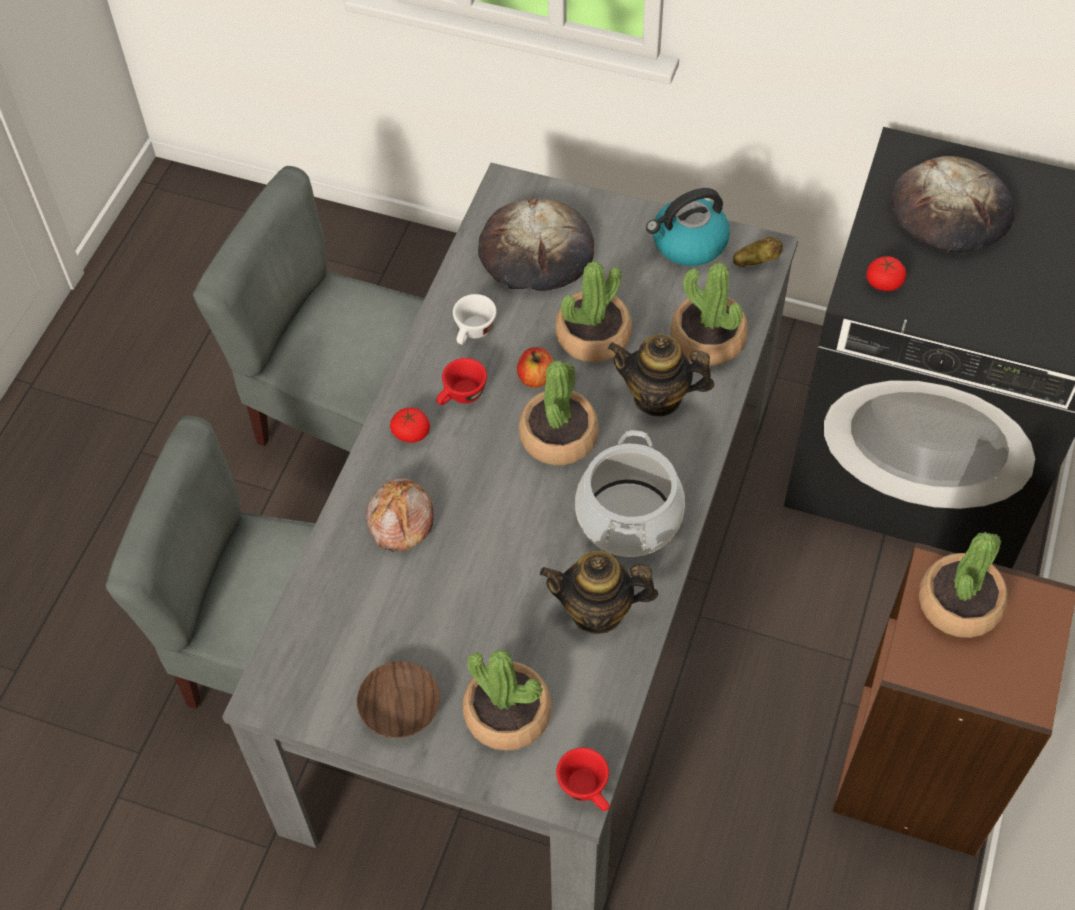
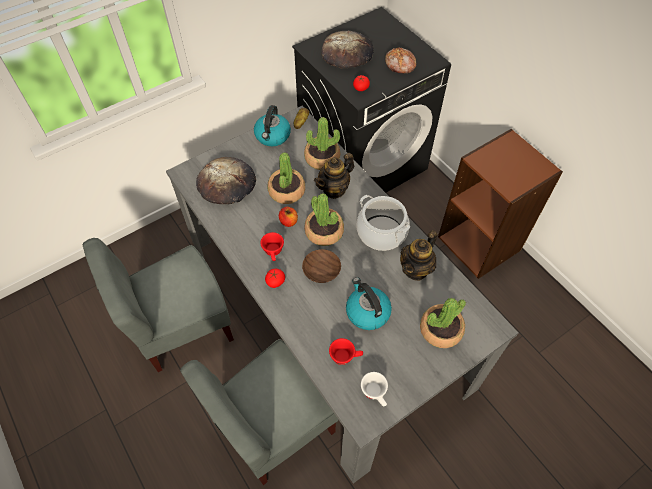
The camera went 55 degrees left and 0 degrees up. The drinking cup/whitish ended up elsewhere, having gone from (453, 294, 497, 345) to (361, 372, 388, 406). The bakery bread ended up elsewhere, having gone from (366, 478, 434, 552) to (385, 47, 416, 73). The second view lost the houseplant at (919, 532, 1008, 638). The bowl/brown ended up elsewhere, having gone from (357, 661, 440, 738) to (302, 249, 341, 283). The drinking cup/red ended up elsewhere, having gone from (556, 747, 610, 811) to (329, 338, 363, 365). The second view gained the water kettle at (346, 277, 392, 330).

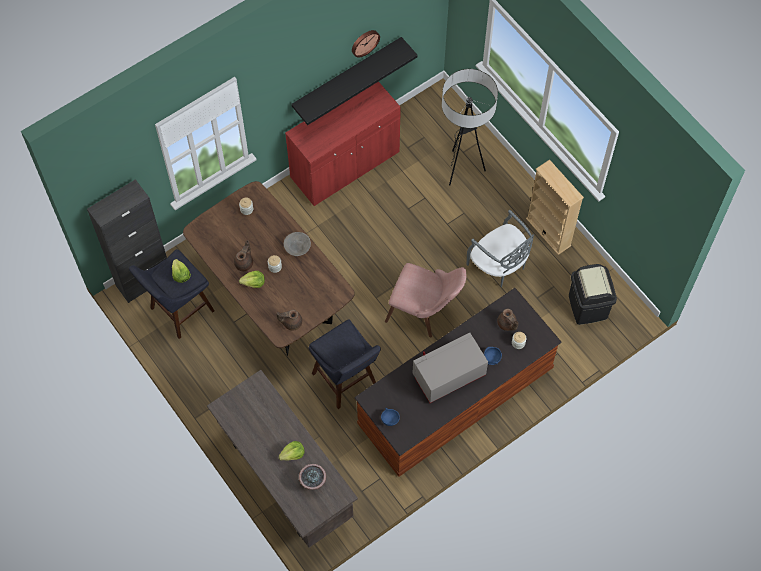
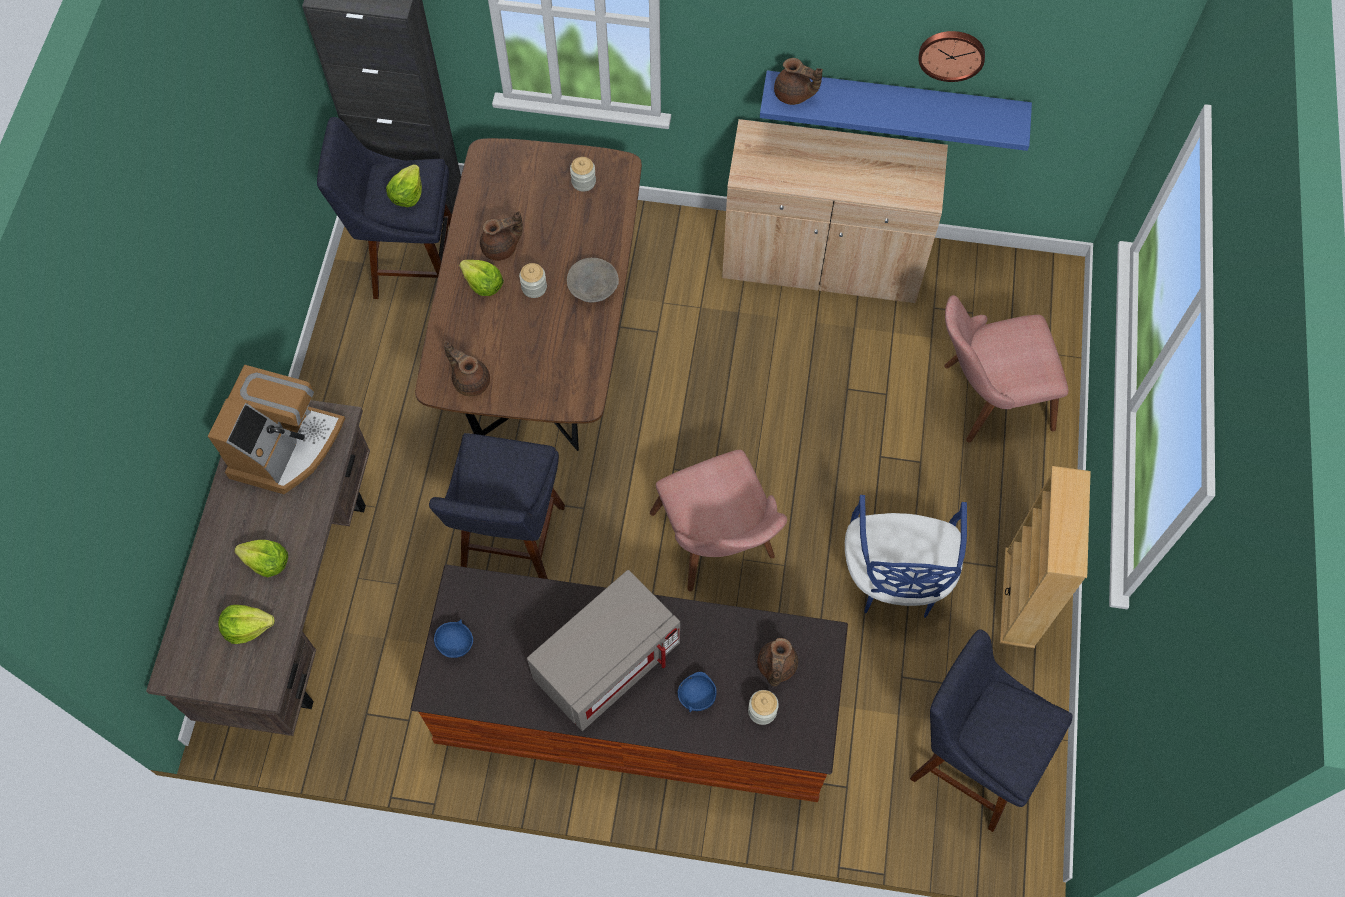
The camera went 45 degrees right and 0 degrees up. What was the bracket shelf/black at (291, 37, 418, 125) turned into the bracket shelf/blue at (760, 70, 1032, 151). Where the floor lamp stood at (442, 69, 498, 185), the upright chair/pinkish came to stand at (944, 295, 1068, 442). What was the storage cabinet/red at (285, 81, 401, 206) turned into the storage cabinet/beige-coloured at (722, 119, 948, 303). What was the upright chair/greyish at (467, 210, 534, 287) turned into the upright chair/blue at (845, 495, 967, 618). Where the waste bin/black stood at (569, 264, 617, 325), the stool/blue came to stand at (910, 629, 1073, 832). The microwave oven/greyish at (413, 332, 488, 403) ended up facing another way, 120 degrees clockwise from before. Where the houseplant stood at (299, 464, 326, 490), the lettuce head came to stand at (218, 605, 274, 644). The second view gained the tea pot/brown at (774, 58, 823, 105). The second view gained the coffee machine at (208, 365, 345, 494).

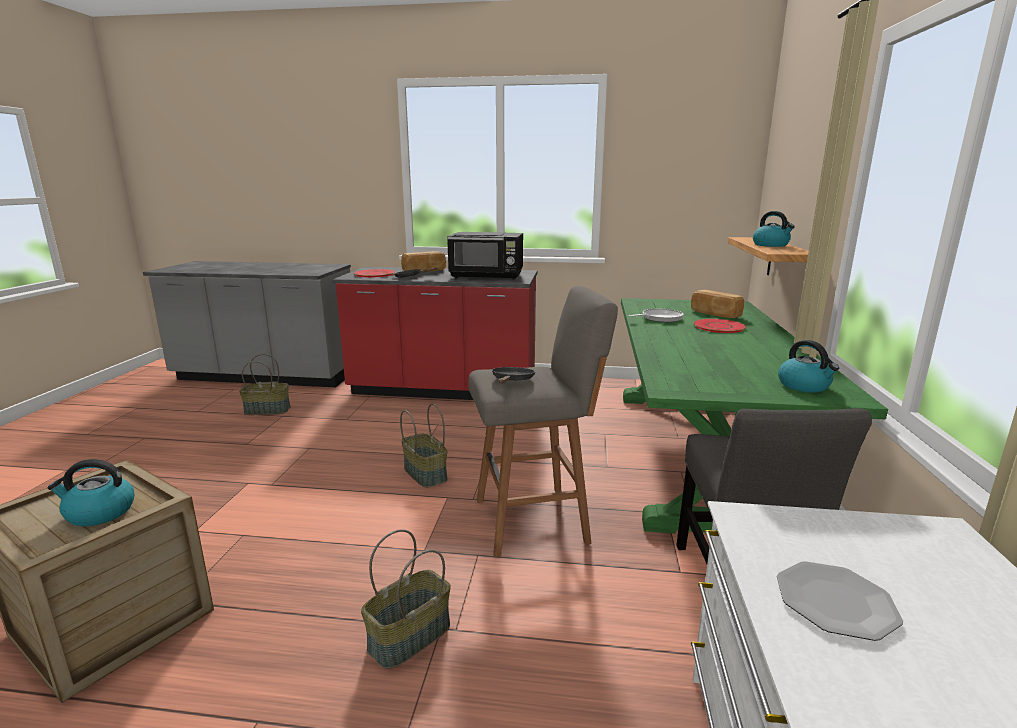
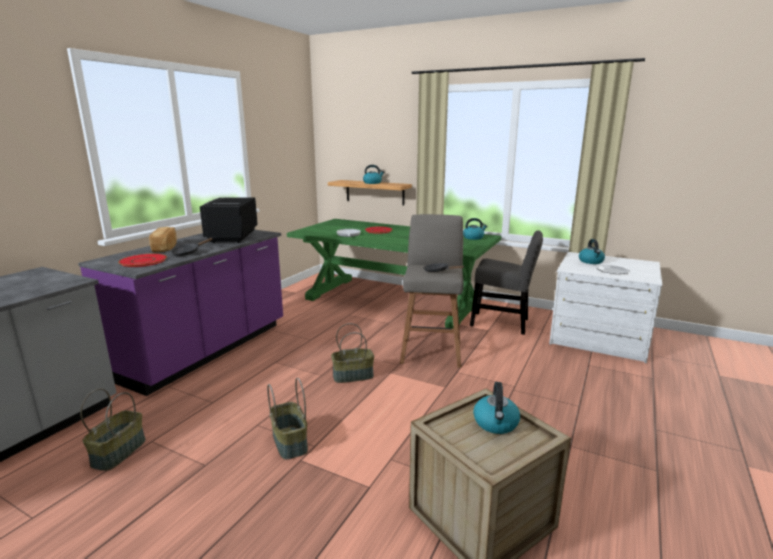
The camera went 70 degrees left and 0 degrees up. The microwave oven/black at (447, 232, 523, 279) ended up facing another way, 150 degrees clockwise from before. What was the kitchen counter/red at (332, 267, 537, 400) turned into the kitchen counter/purple at (78, 230, 283, 396). The second view lost the bakery bread at (691, 289, 744, 318). The basket ended up elsewhere, having gone from (361, 529, 451, 669) to (267, 378, 308, 460). The second view gained the water kettle at (579, 239, 605, 264).

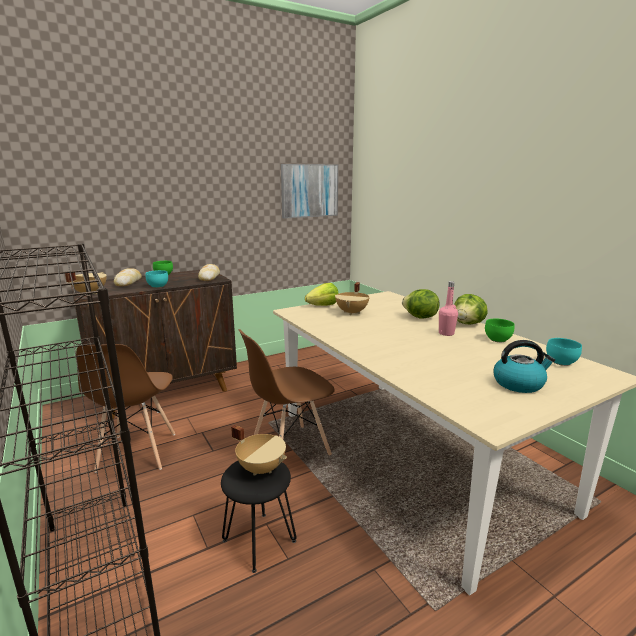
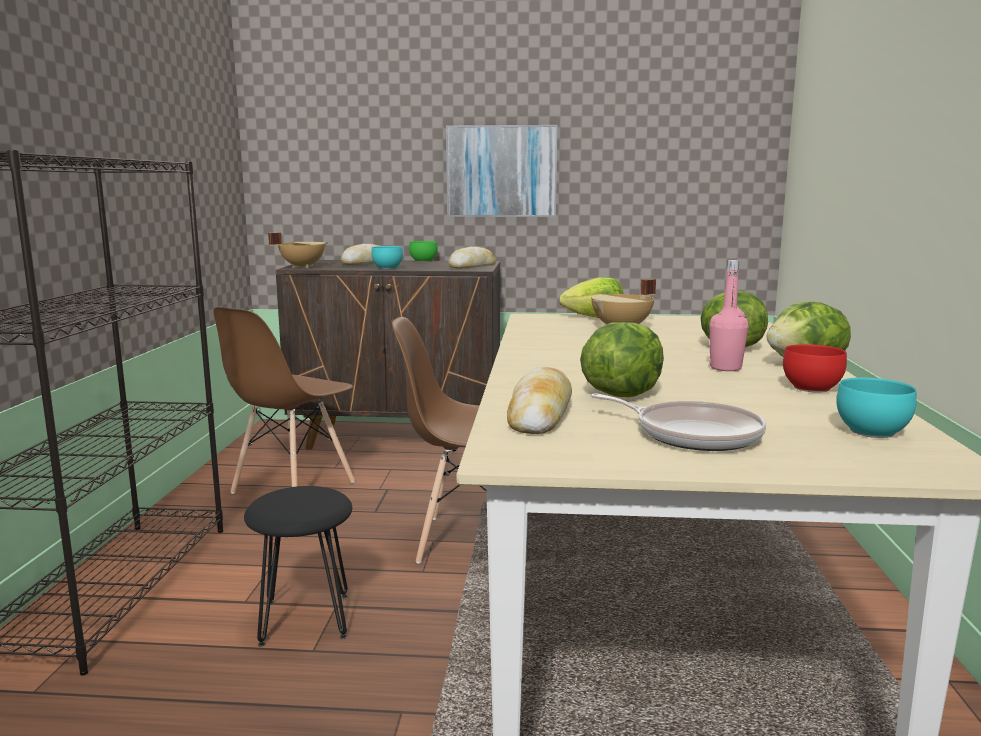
The camera went 35 degrees right and 5 degrees down. The picture ended up elsewhere, having gone from (281, 164, 338, 219) to (446, 125, 558, 217). What was the bowl/green-coloured at (485, 319, 514, 342) turned into the bowl/red at (783, 344, 847, 393). Where the water kettle stood at (493, 340, 555, 393), the frying pan came to stand at (591, 393, 766, 451). The second view lost the stockpot/beige-coloured at (231, 425, 287, 476). The second view gained the lettuce head at (580, 322, 664, 397). The second view gained the bakery bread at (507, 367, 572, 434).

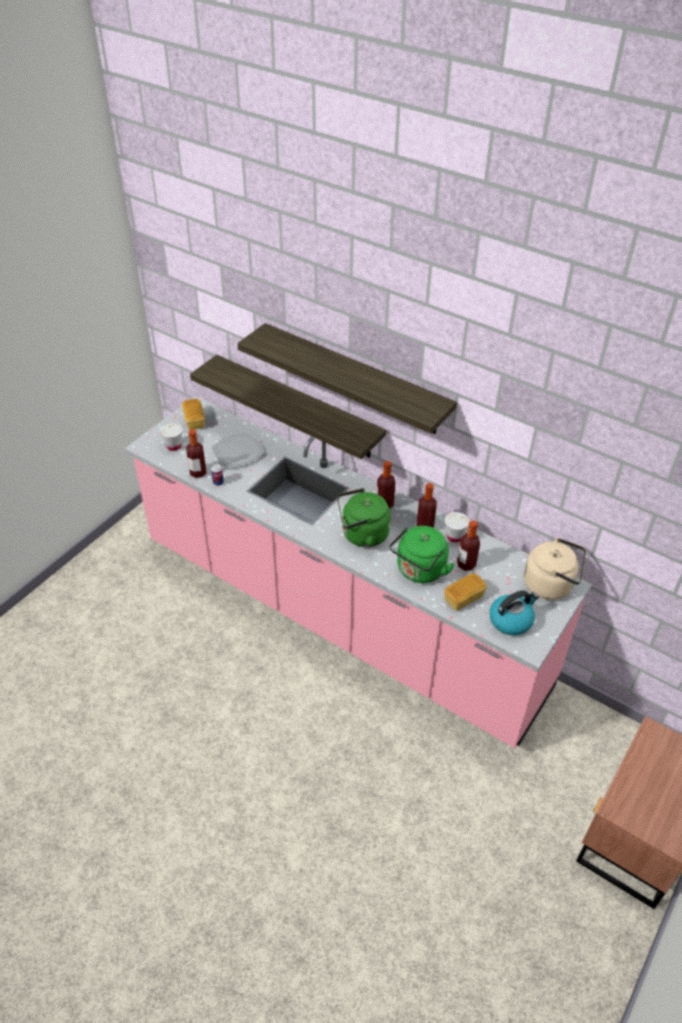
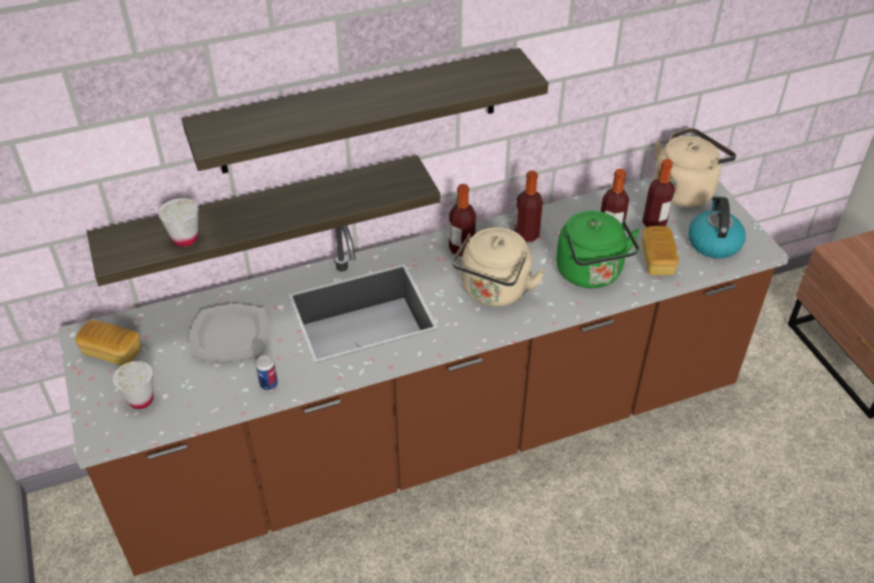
The camera went 55 degrees left and 0 degrees up. What was the kitchen counter/pinkish at (125, 396, 592, 748) turned into the kitchen counter/brown at (58, 177, 789, 576). The bottle ended up elsewhere, having gone from (186, 429, 206, 478) to (642, 159, 675, 227). What was the water kettle/green-coloured at (337, 488, 391, 547) turned into the water kettle/beige-coloured at (452, 227, 545, 307). The drinking cup/whitish ended up elsewhere, having gone from (445, 512, 469, 542) to (158, 198, 198, 247).

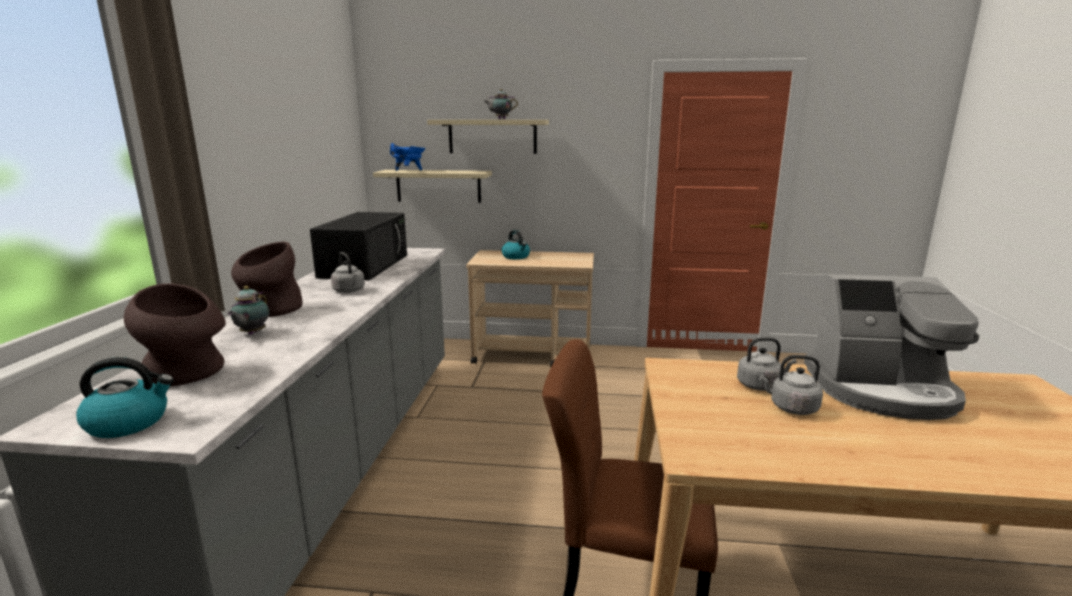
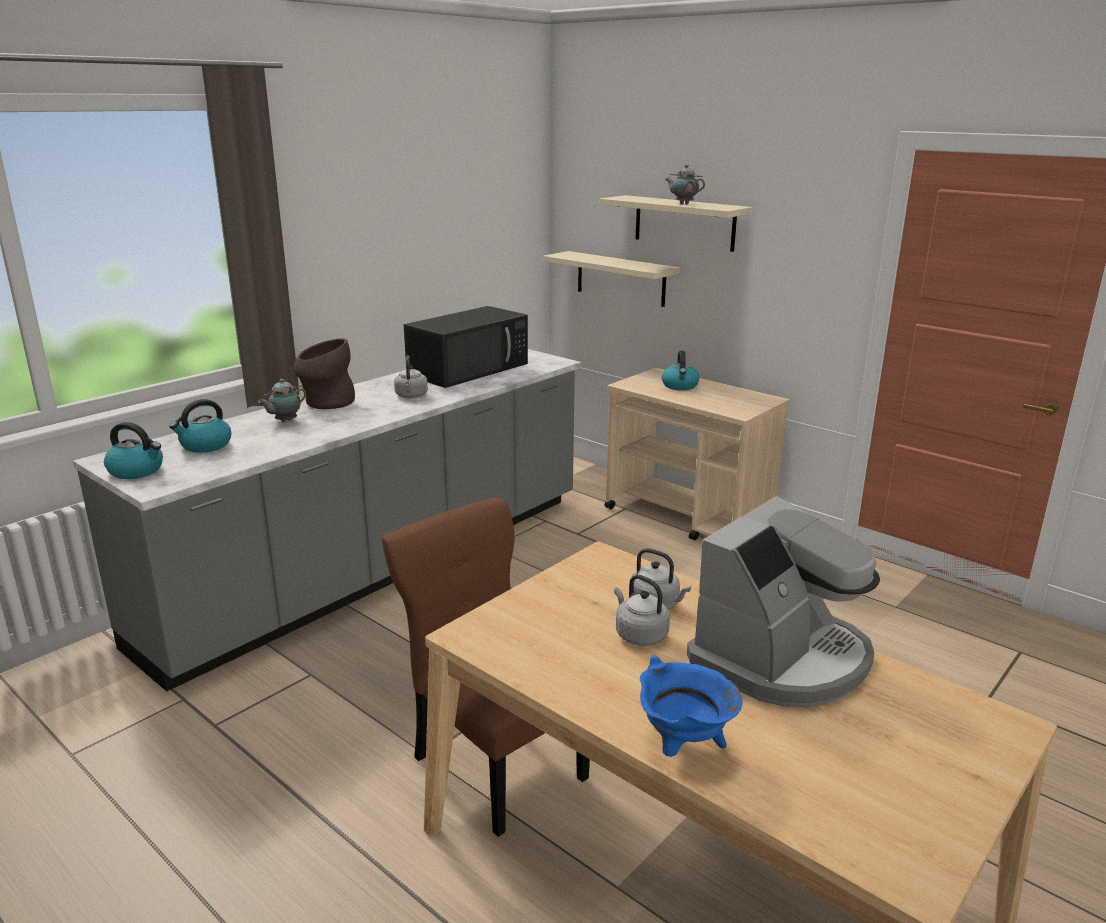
The camera went 35 degrees right and 5 degrees up. The stockpot/blue ended up elsewhere, having gone from (390, 143, 426, 171) to (640, 655, 742, 757). The coffee machine at (804, 274, 979, 420) ended up facing another way, 90 degrees counterclockwise from before. Where the flower vase/brown stood at (124, 283, 226, 386), the water kettle came to stand at (170, 399, 231, 453).

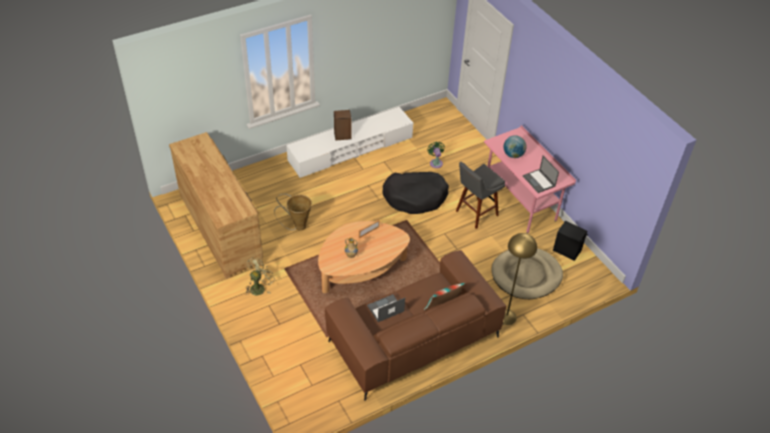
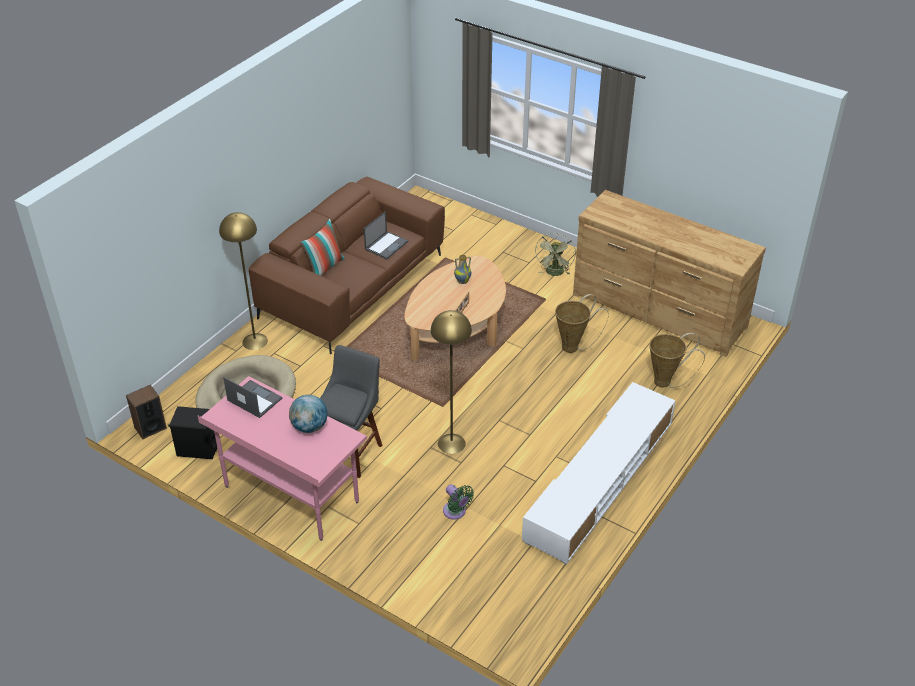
The camera went 155 degrees right and 5 degrees down. The speaker ended up elsewhere, having gone from (334, 110, 351, 140) to (126, 385, 167, 439). Where the pet bed/black stood at (382, 172, 449, 214), the floor lamp/yellow-coloured came to stand at (431, 310, 472, 454). The second view gained the basket at (650, 333, 705, 388).

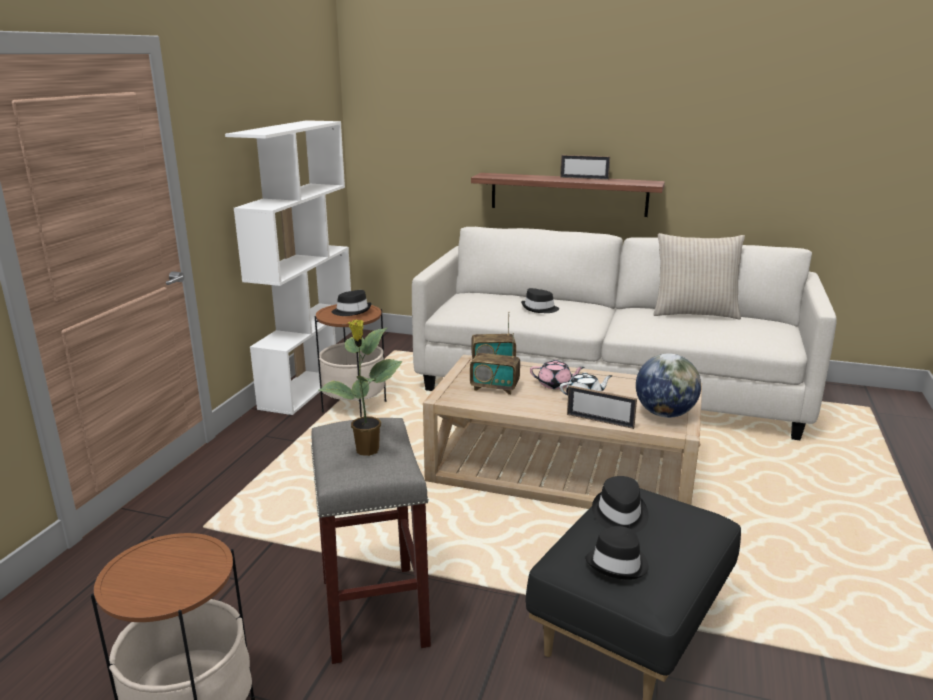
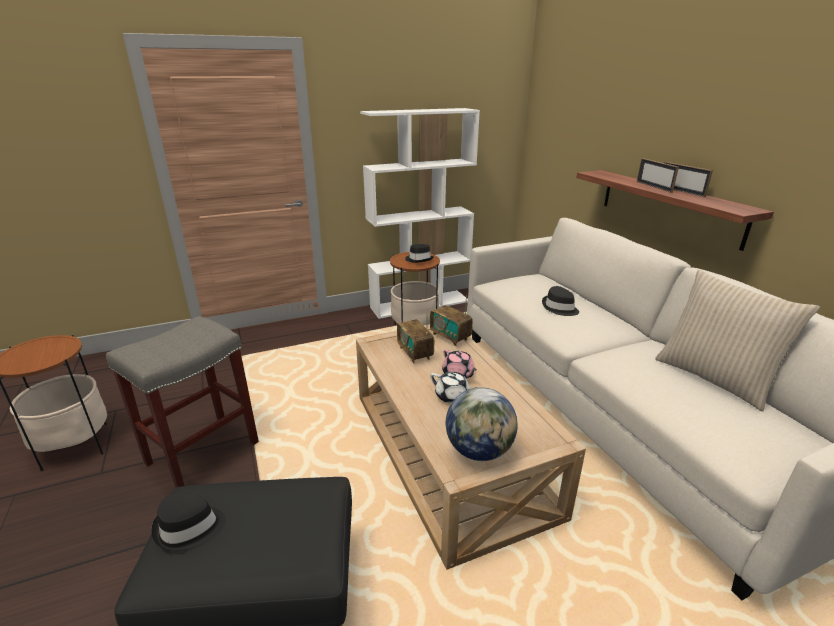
The camera went 50 degrees right and 5 degrees up. The second view lost the houseplant at (318, 320, 403, 456). The standing frame ended up elsewhere, having gone from (567, 385, 637, 429) to (637, 158, 679, 193). The second view lost the wearable hat/black at (592, 476, 648, 533).

